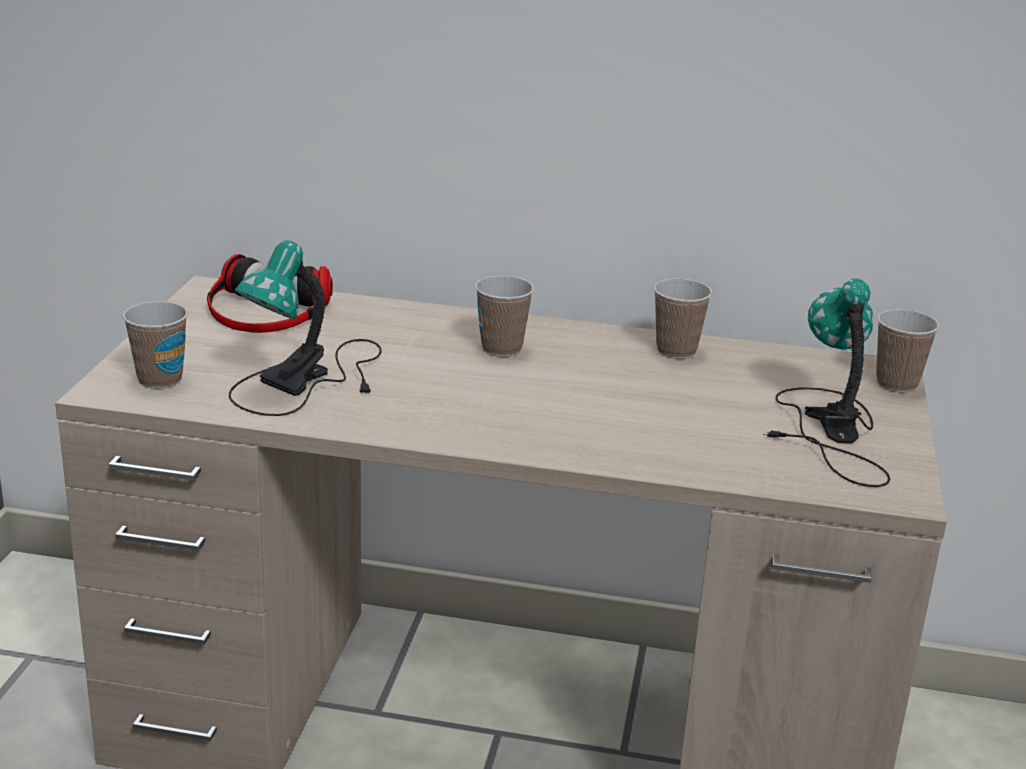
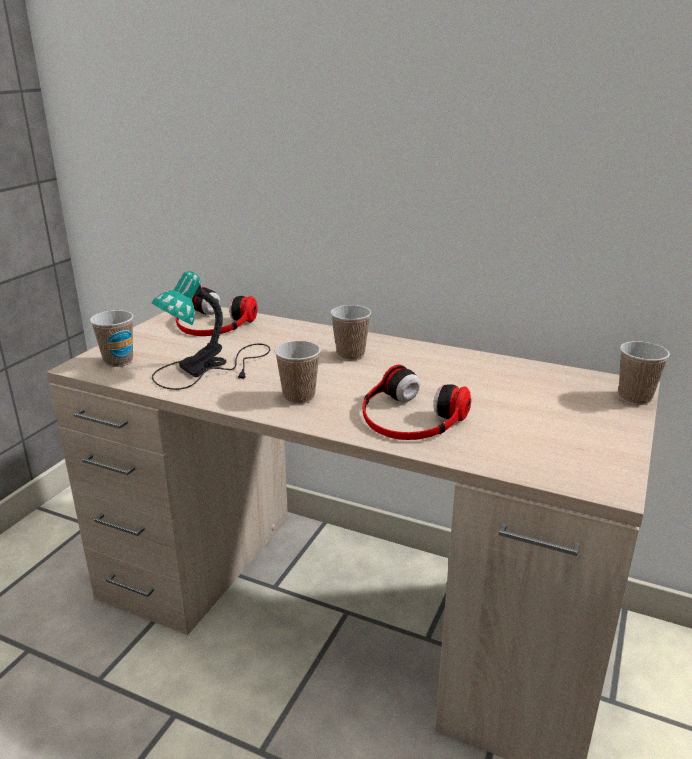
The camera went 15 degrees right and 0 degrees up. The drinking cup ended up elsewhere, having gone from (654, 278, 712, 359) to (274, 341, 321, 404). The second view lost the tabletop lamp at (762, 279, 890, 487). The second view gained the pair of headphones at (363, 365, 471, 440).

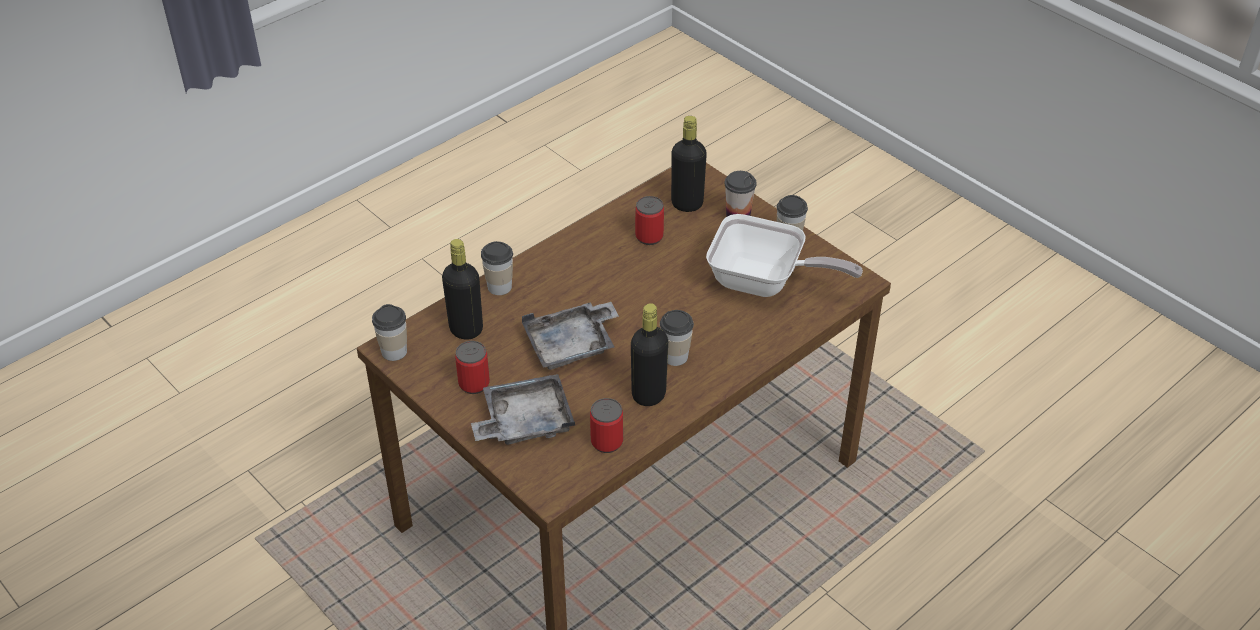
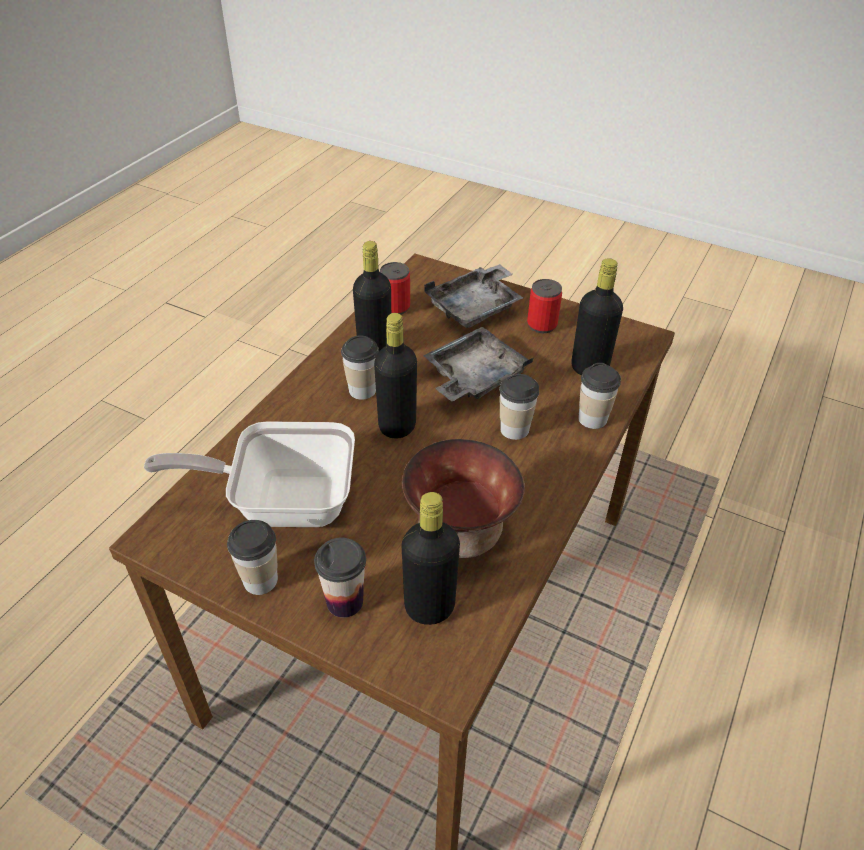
The camera went 160 degrees right and 0 degrees up. Where the sealed can stood at (635, 196, 664, 245), the bowl came to stand at (402, 439, 525, 558). The drinking cup ended up elsewhere, having gone from (372, 304, 407, 361) to (499, 374, 539, 440). The second view gained the bottle/black at (374, 313, 417, 439).

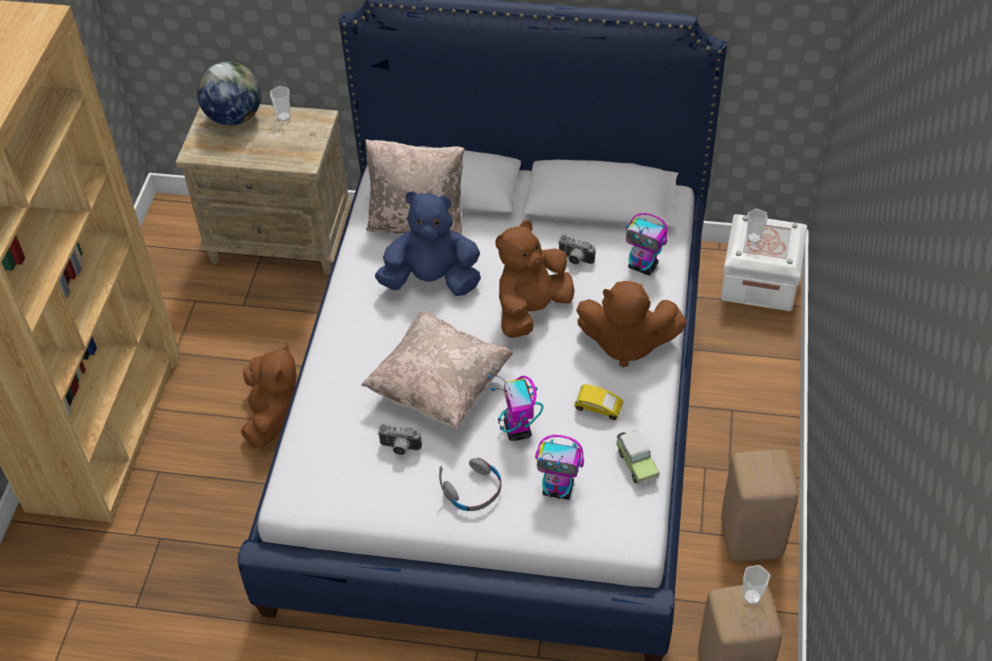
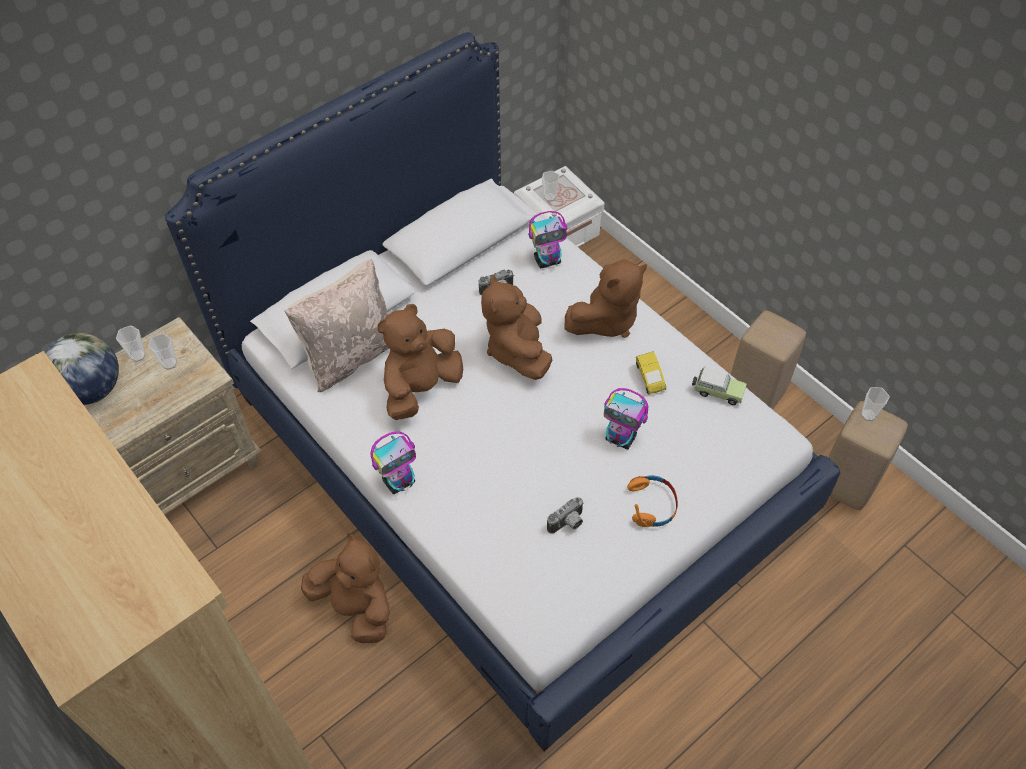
The camera went 50 degrees left and 5 degrees up. What was the plush toy/blue at (375, 191, 481, 296) turned into the plush toy/brown at (377, 304, 463, 420). The second view lost the throw pillow/beige-coloured at (361, 311, 513, 429). The toy car/yellow-coloured at (574, 384, 623, 420) ended up facing another way, 105 degrees clockwise from before. The toy robot ended up elsewhere, having gone from (535, 435, 584, 500) to (370, 431, 416, 494). What was the pair of headphones/greyish at (439, 458, 501, 511) turned into the pair of headphones/orange at (627, 476, 678, 527). The second view gained the drinking cup at (148, 333, 177, 370).

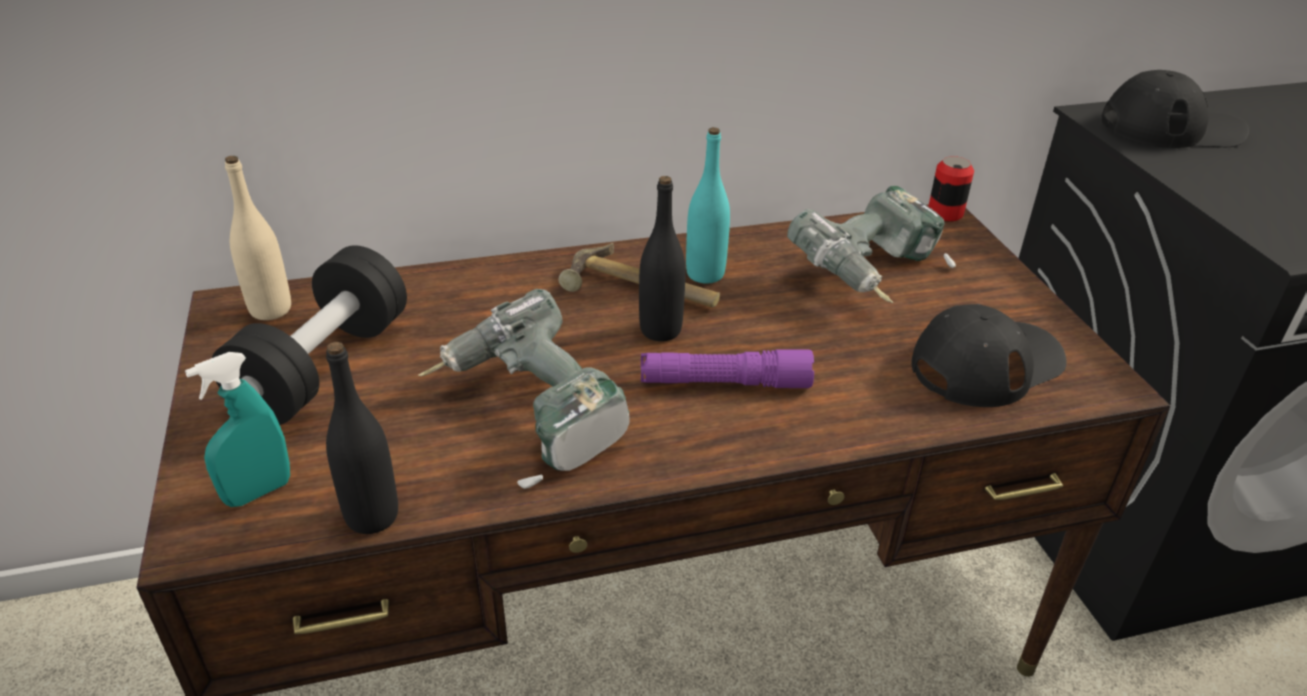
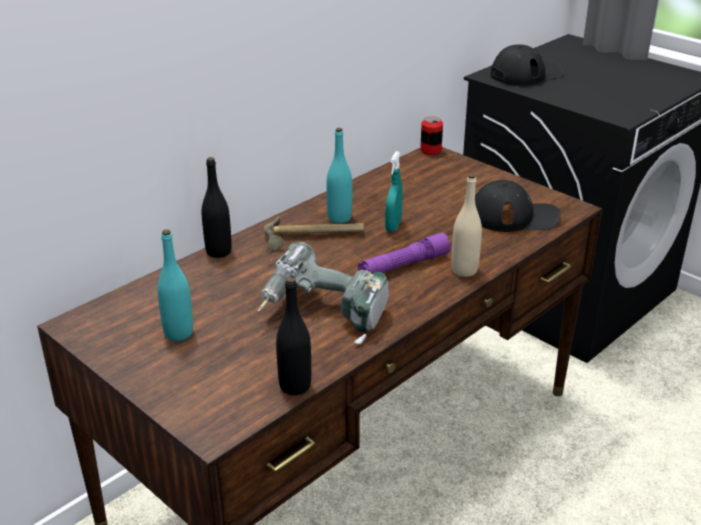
The camera went 30 degrees left and 5 degrees down. The bottle/beige-coloured ended up elsewhere, having gone from (225, 156, 291, 320) to (451, 174, 482, 277). The bottle/black ended up elsewhere, having gone from (639, 176, 686, 341) to (202, 157, 232, 258). The second view lost the drill at (787, 186, 956, 303). Where the free weight/black stood at (212, 245, 407, 425), the bottle/blue-green came to stand at (157, 229, 193, 341). The baseball cap/black at (911, 304, 1067, 407) ended up facing another way, 60 degrees clockwise from before. The sprayer/blue-green ended up elsewhere, having gone from (185, 352, 290, 507) to (385, 151, 403, 232).

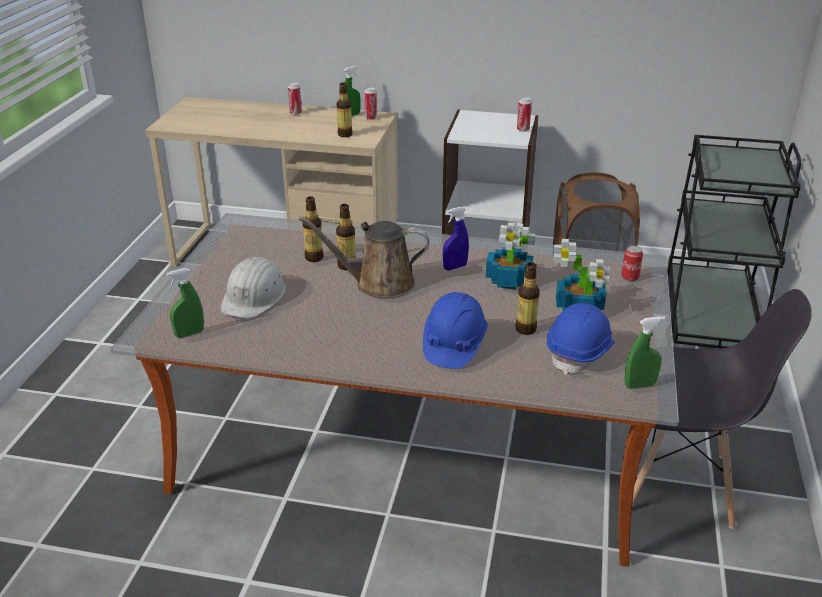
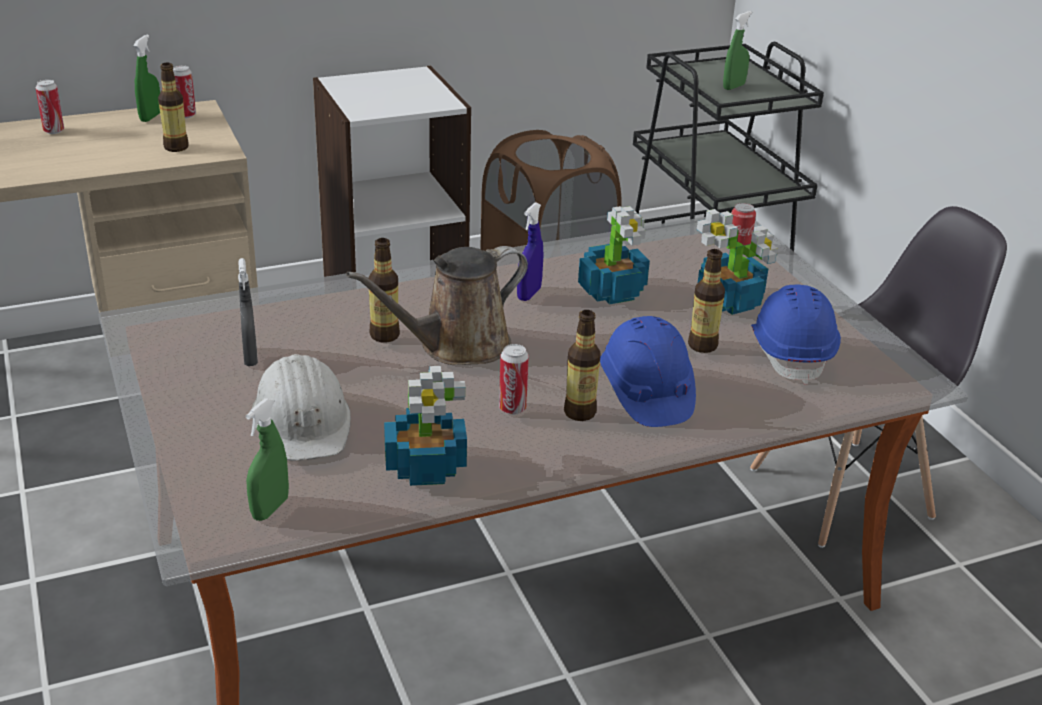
The camera went 35 degrees left and 0 degrees up. The sealed can ended up elsewhere, having gone from (517, 97, 532, 132) to (499, 344, 529, 415). The bottle ended up elsewhere, having gone from (303, 196, 324, 262) to (564, 310, 601, 421). The sprayer/green-coloured ended up elsewhere, having gone from (625, 316, 665, 389) to (723, 11, 752, 90). The second view gained the sprayer/greyish at (238, 258, 258, 366). The second view gained the houseplant at (384, 366, 467, 486).

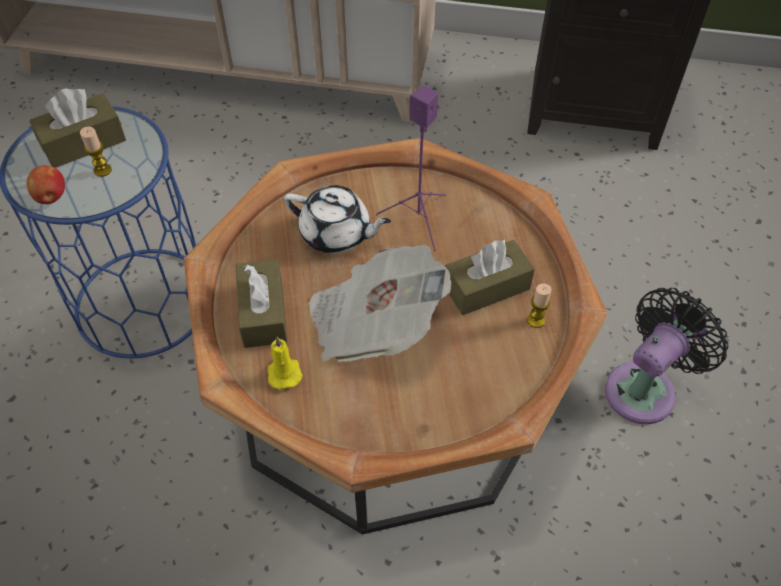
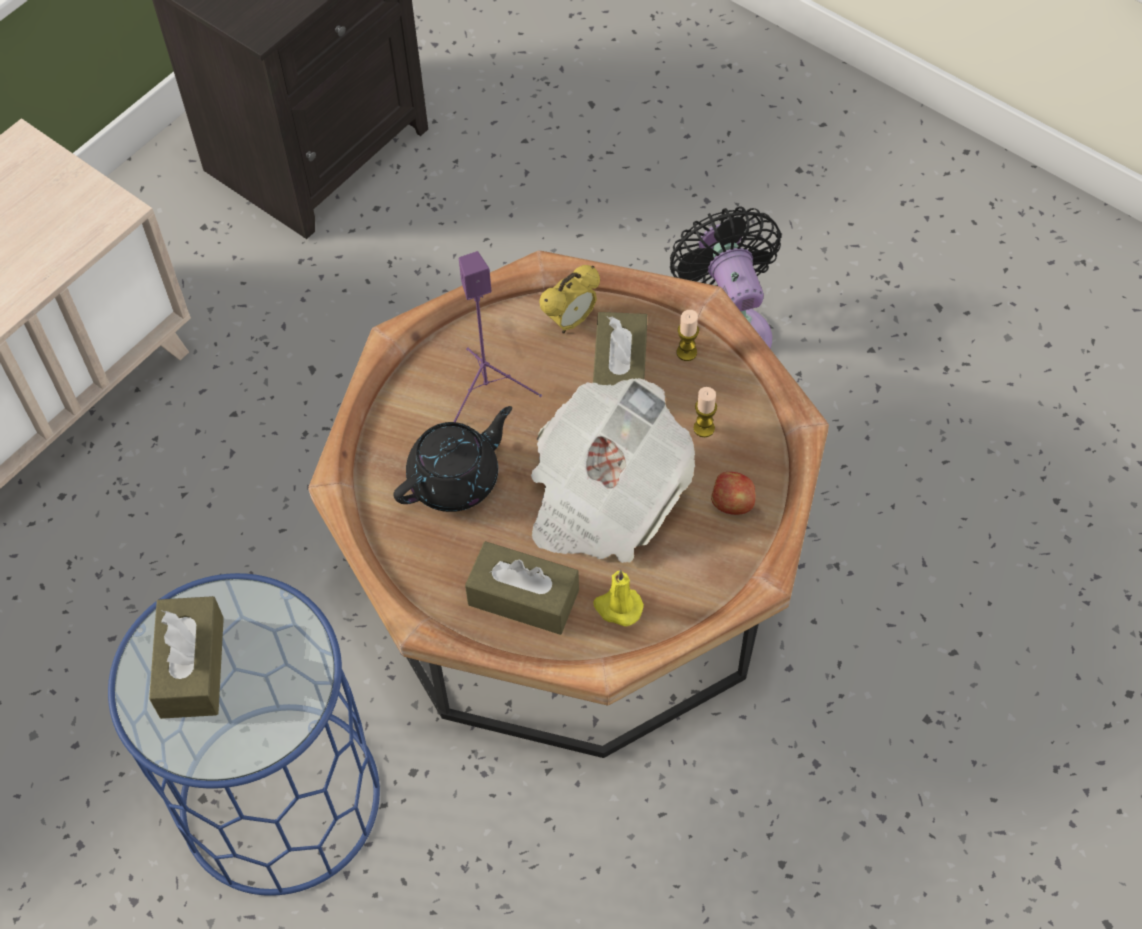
The camera went 60 degrees left and 5 degrees up. The candle ended up elsewhere, having gone from (80, 127, 112, 177) to (693, 387, 717, 437). The apple ended up elsewhere, having gone from (27, 165, 65, 204) to (711, 472, 755, 515). What was the tea pot/whitish at (284, 185, 391, 254) turned into the tea pot/black at (393, 406, 512, 512). The second view gained the bedside clock at (539, 265, 600, 334).

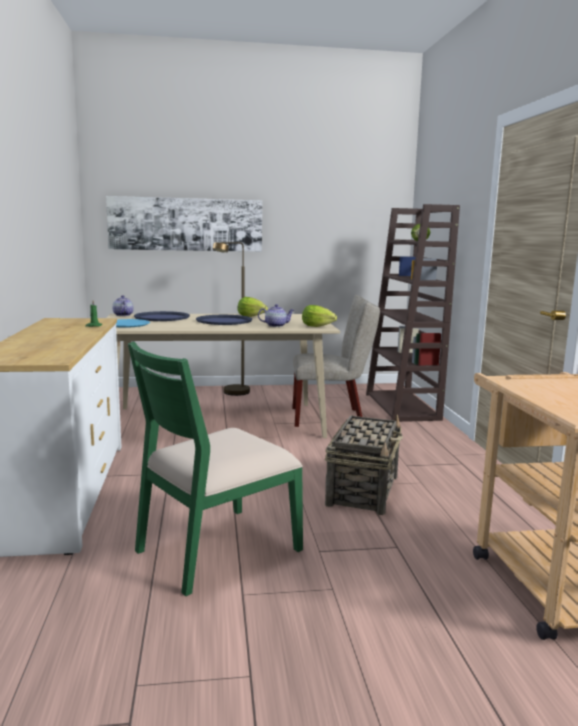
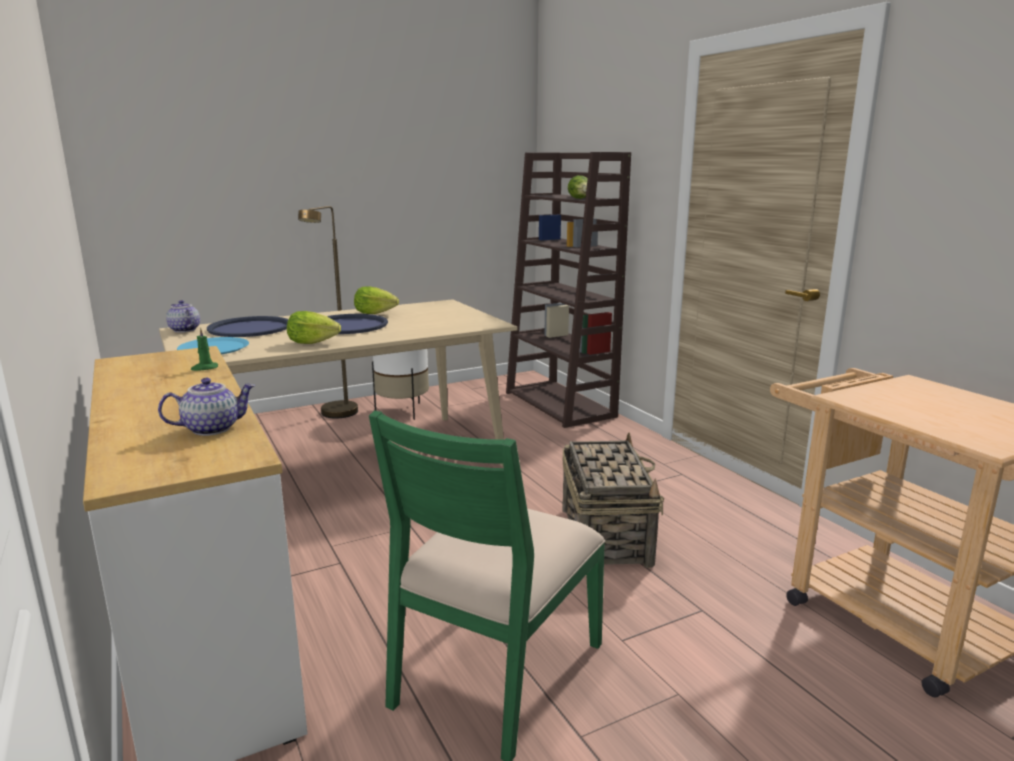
The camera went 20 degrees left and 5 degrees up. The second view lost the picture at (106, 196, 262, 252). The second view lost the upright chair/beige-coloured at (292, 295, 380, 427). The tea pot ended up elsewhere, having gone from (258, 304, 294, 327) to (158, 378, 255, 436). The lettuce head ended up elsewhere, having gone from (302, 305, 337, 327) to (287, 311, 341, 344). The second view gained the plant pot/whitish at (372, 349, 429, 420).

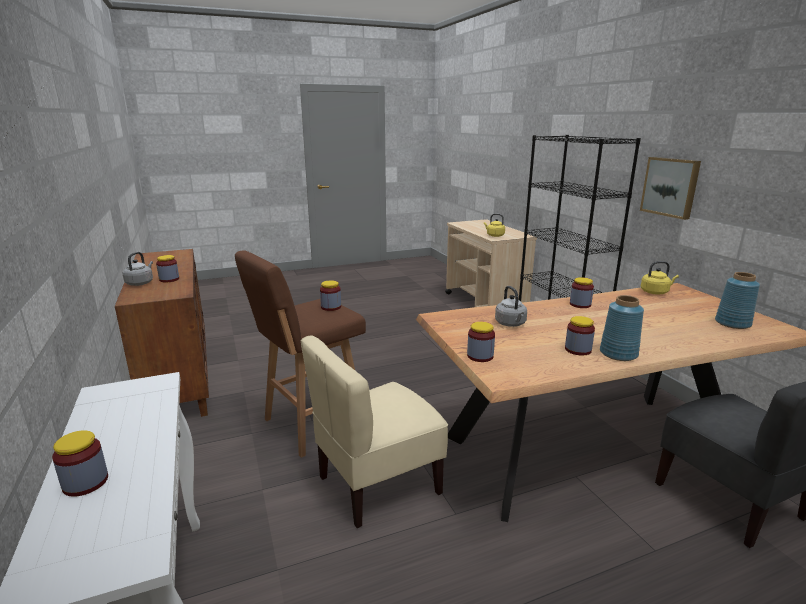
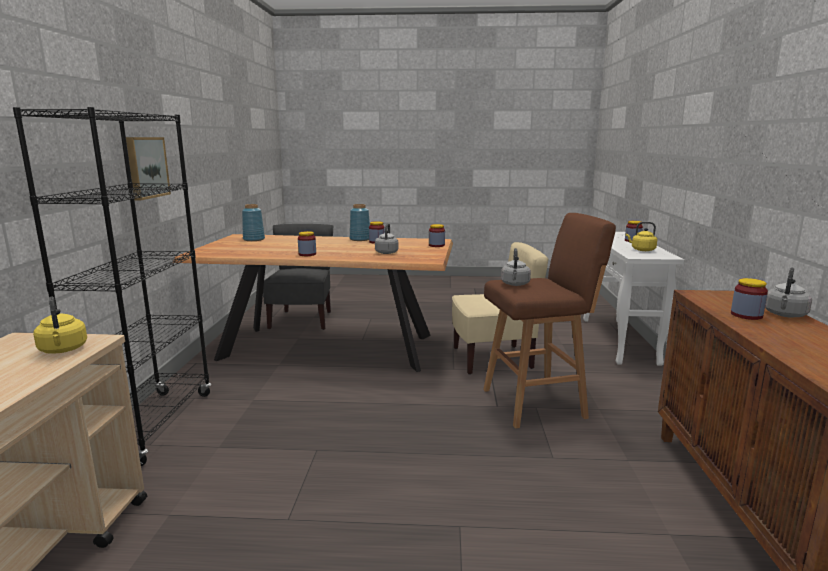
The camera went 155 degrees left and 5 degrees down. The water kettle/yellow-coloured ended up elsewhere, having gone from (641, 261, 679, 294) to (626, 222, 657, 251). Where the jar stood at (320, 280, 341, 311), the water kettle/greyish came to stand at (501, 248, 531, 286).

